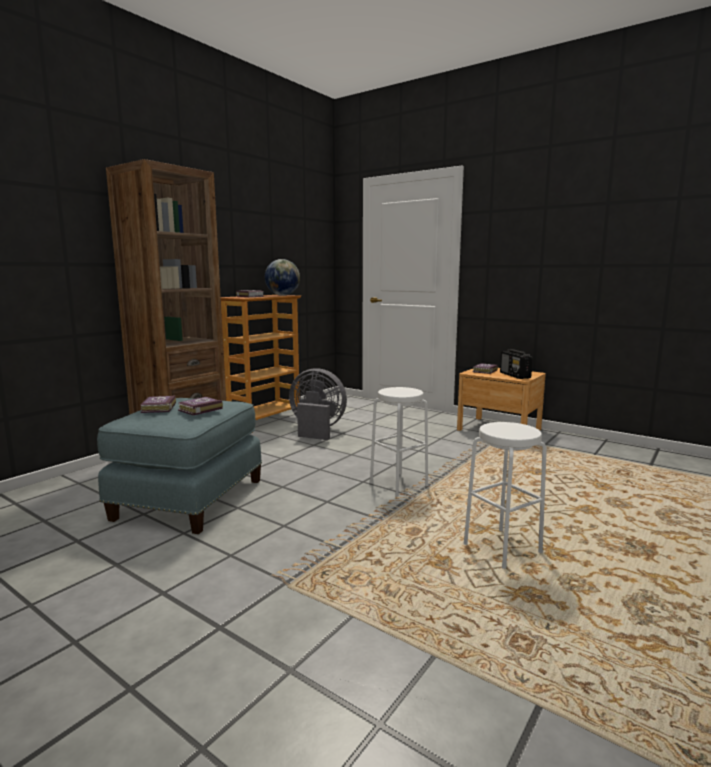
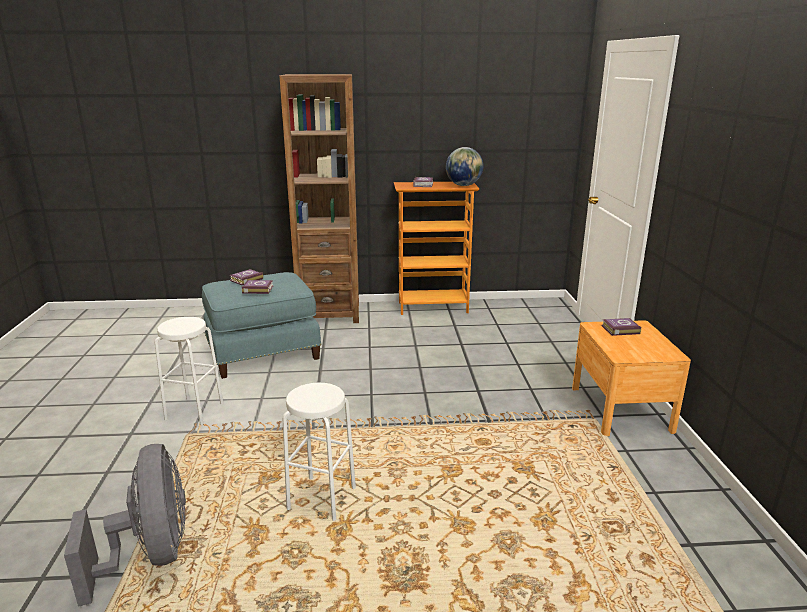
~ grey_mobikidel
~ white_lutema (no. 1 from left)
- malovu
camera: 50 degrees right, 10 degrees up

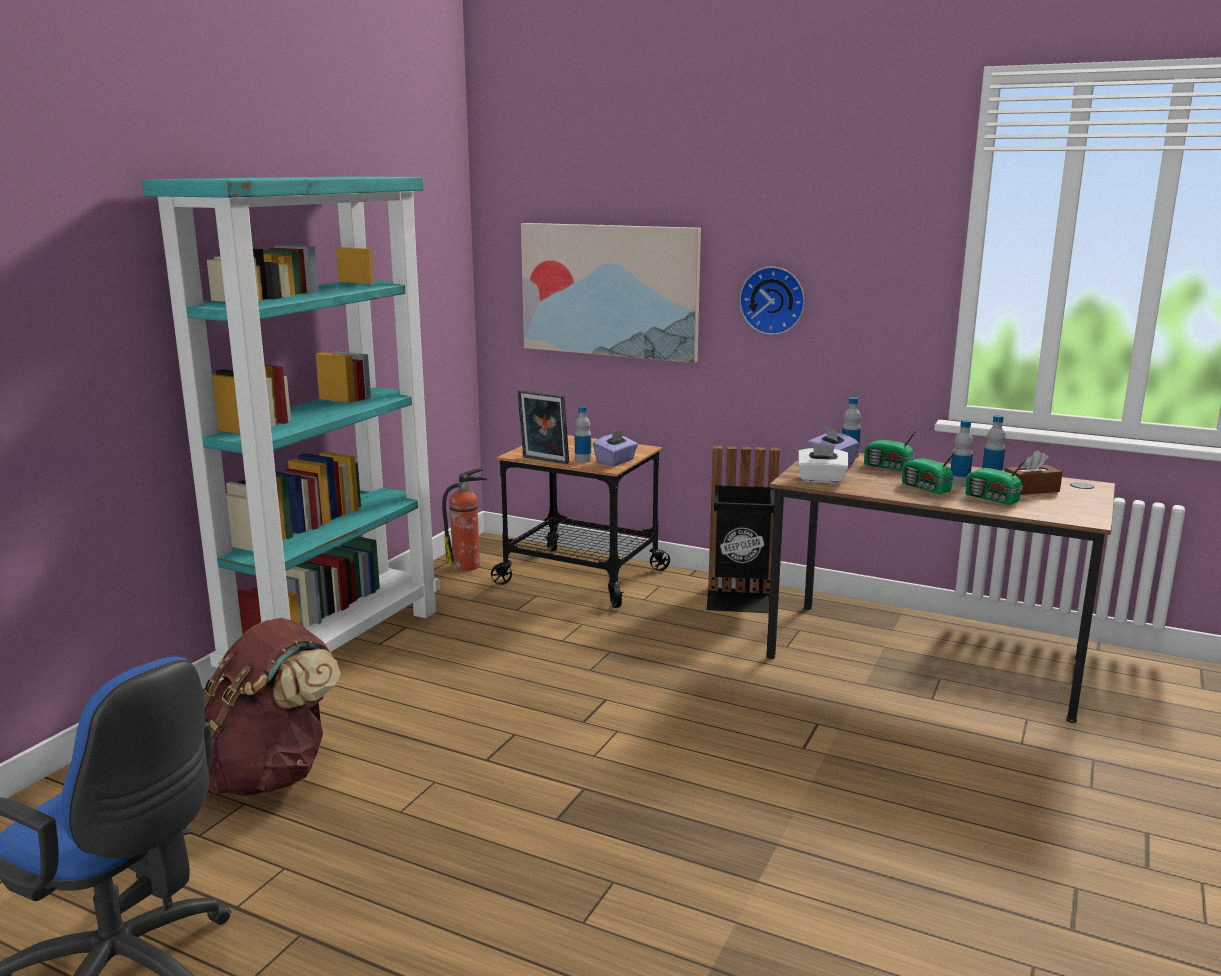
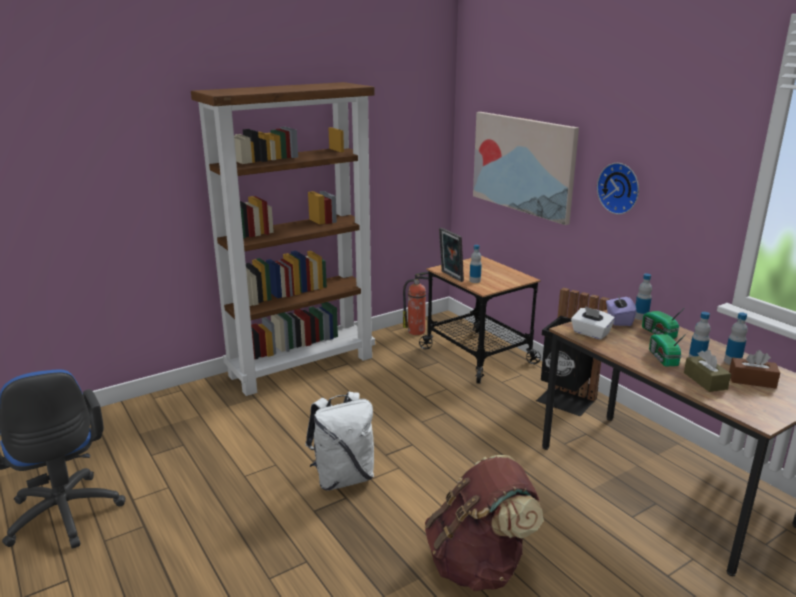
~ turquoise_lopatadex to brown_lopatadex
+ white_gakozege
~ brown_gakozege
~ malovu (no. 3 from left) to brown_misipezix (no. 1 from left)
- purple_misipezix (no. 1 from left)
camera: 30 degrees right, 5 degrees up

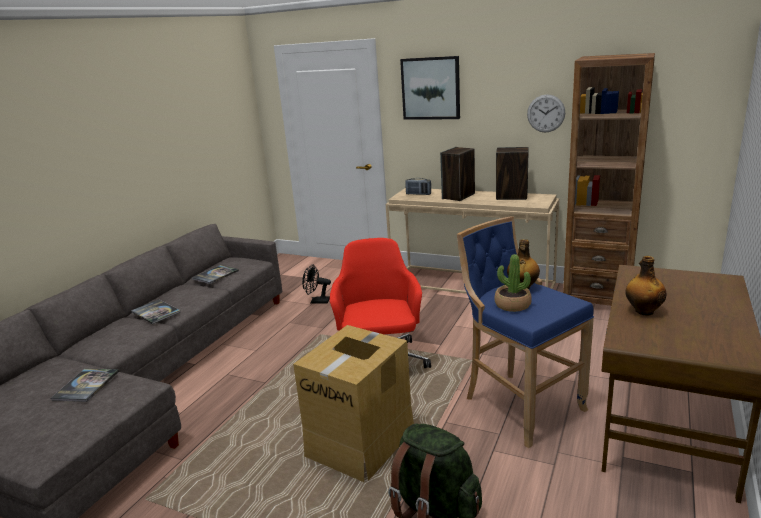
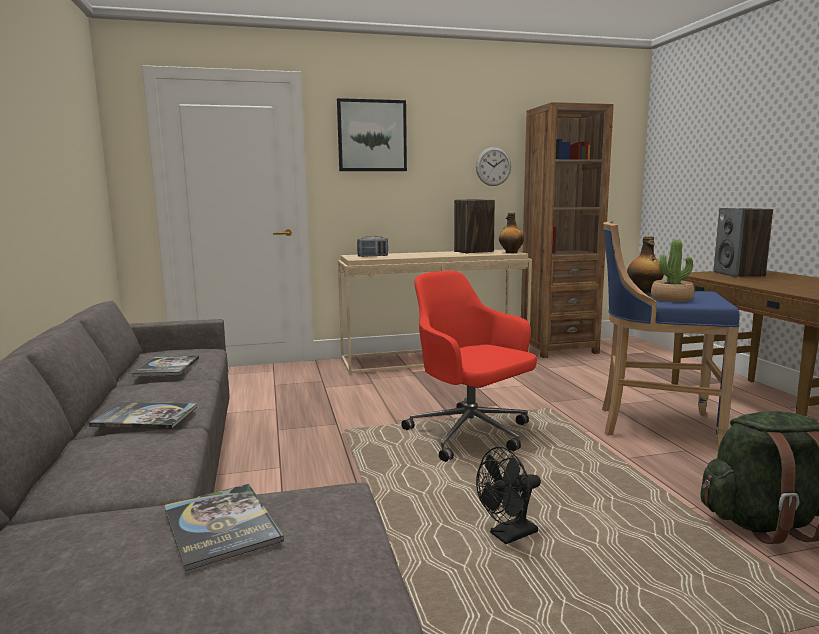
~ black_mobikidel
~ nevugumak (no. 2 from left in the first image) to nevugumak (no. 1 from left)
~ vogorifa (no. 1 from left in the first image) to vogorifa (no. 2 from left)
- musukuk
camera: 40 degrees left, 10 degrees down

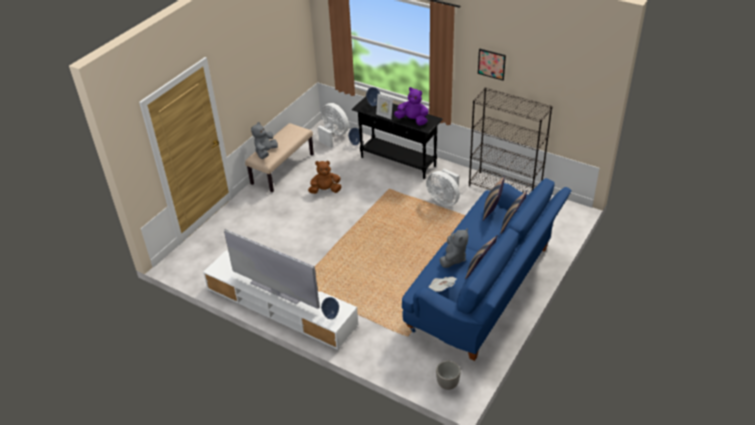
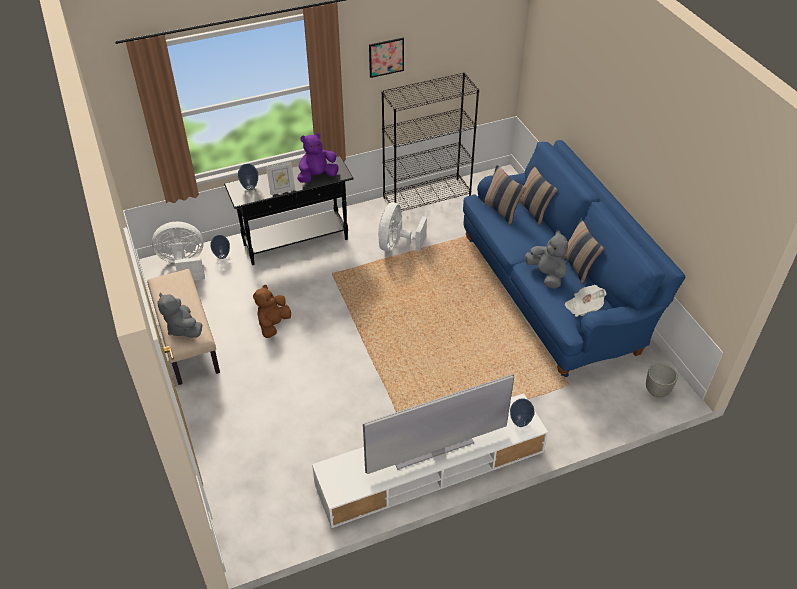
~ white_mobikidel (no. 2 from left) 120 degrees clockwise
camera: 55 degrees left, 5 degrees up

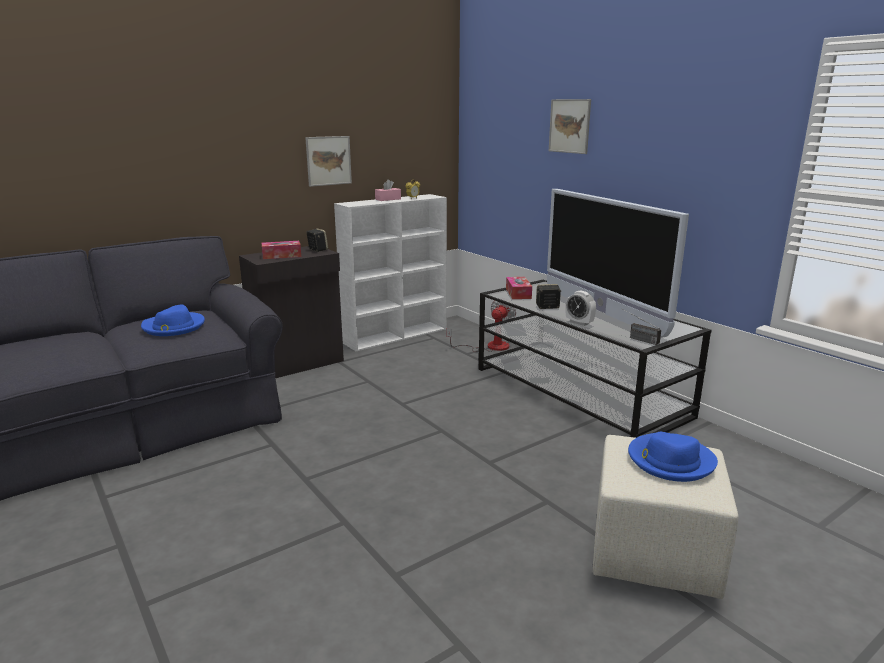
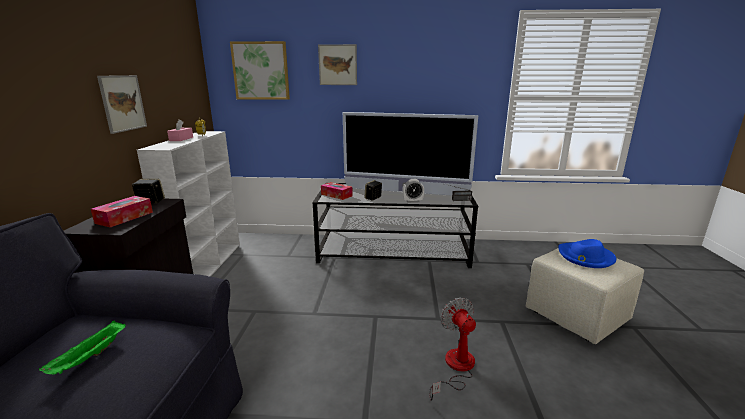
~ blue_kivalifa (no. 1 from left) to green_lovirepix
+ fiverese (no. 2 from left)
~ mobikidel
camera: 50 degrees left, 0 degrees up

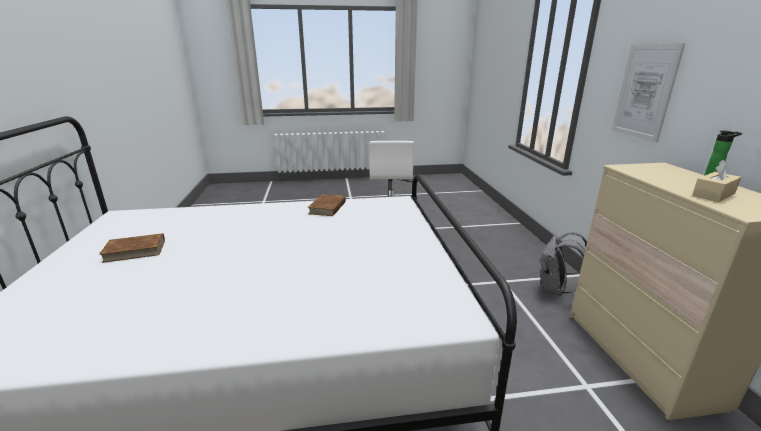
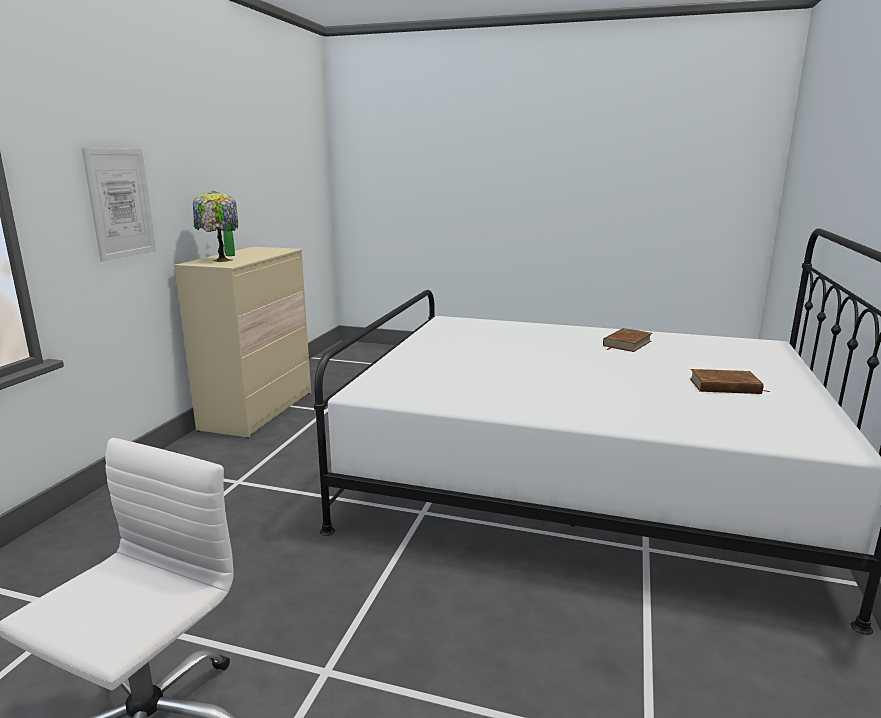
+ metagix
~ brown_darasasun (no. 2 from left in the first image) to brown_darasasun (no. 1 from left)
- grey_gakozege
- beige_misipezix
camera: 155 degrees left, 5 degrees down

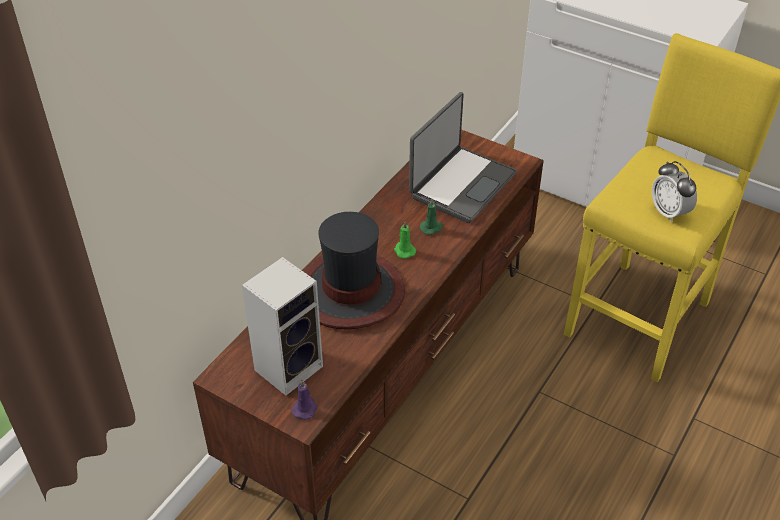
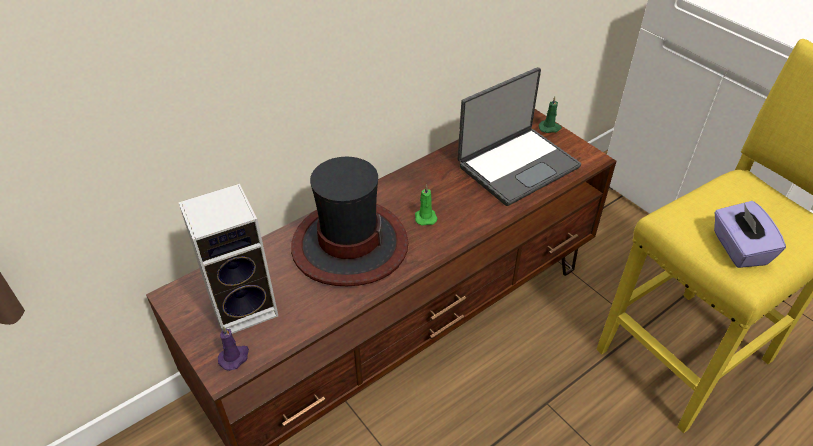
~ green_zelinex (no. 2 from left)
~ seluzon to purple_misipezix
camera: 20 degrees right, 0 degrees up

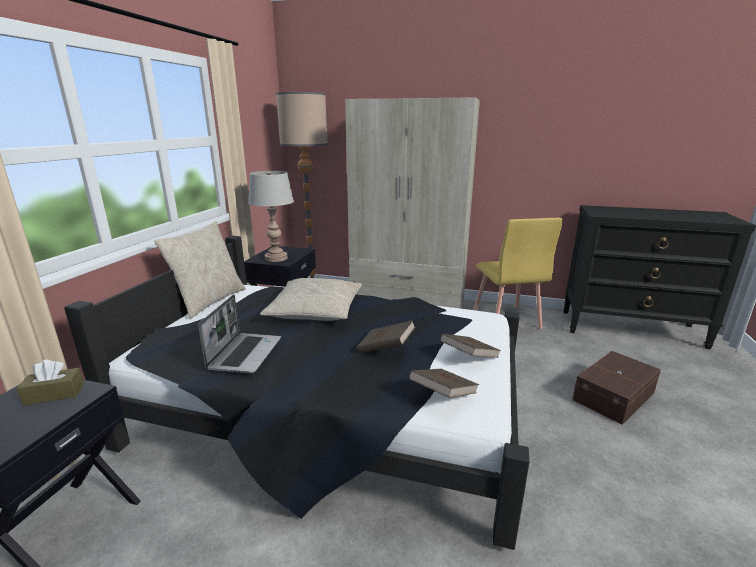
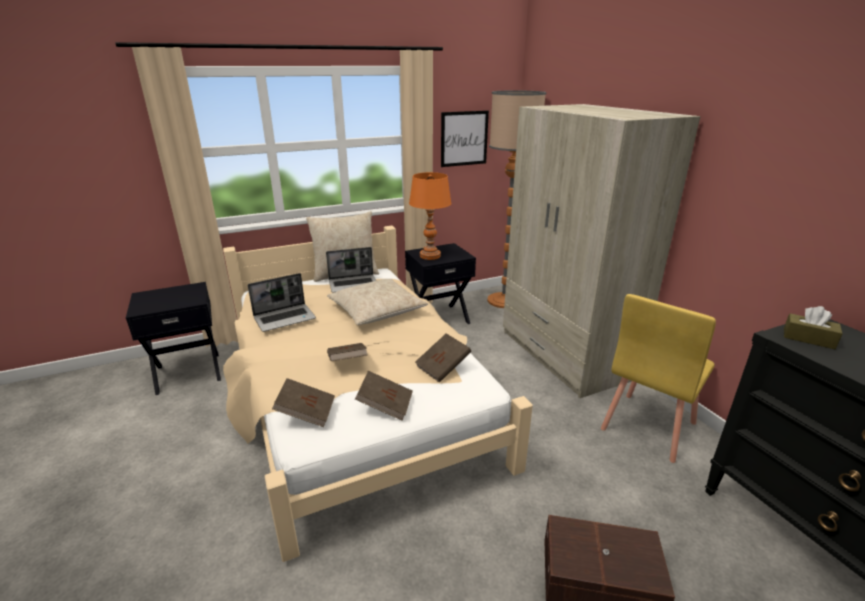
~ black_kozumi to beige_kozumi
+ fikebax (no. 2 from left)
~ grey_metagix to orange_metagix
+ brown_darasasun (no. 4 from left)
+ fiverese
~ brown_misipezix
camera: 50 degrees right, 5 degrees up

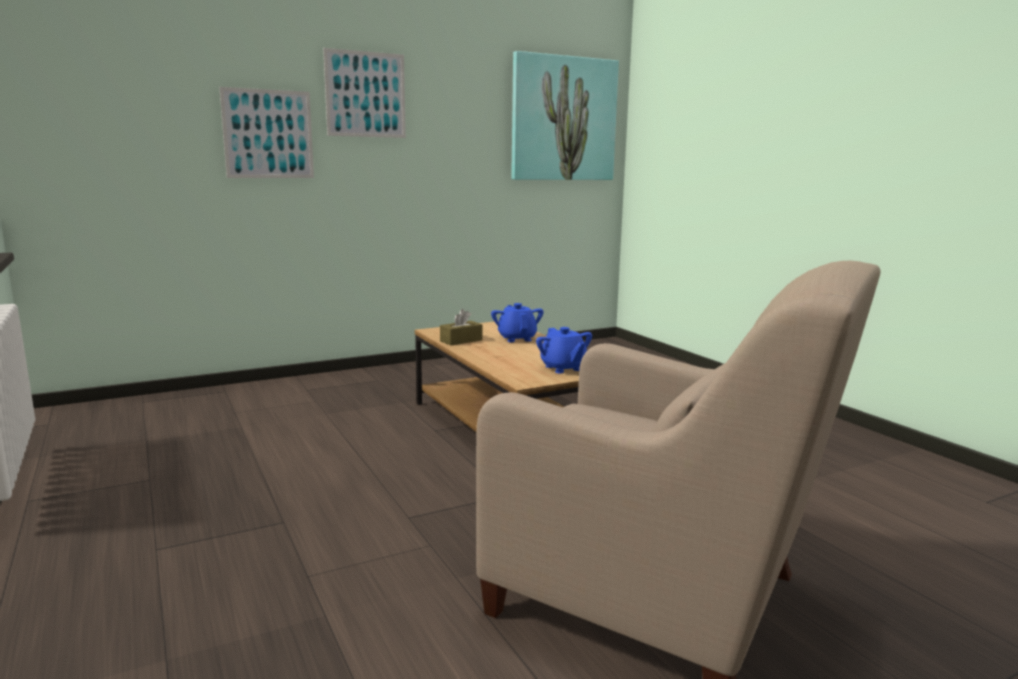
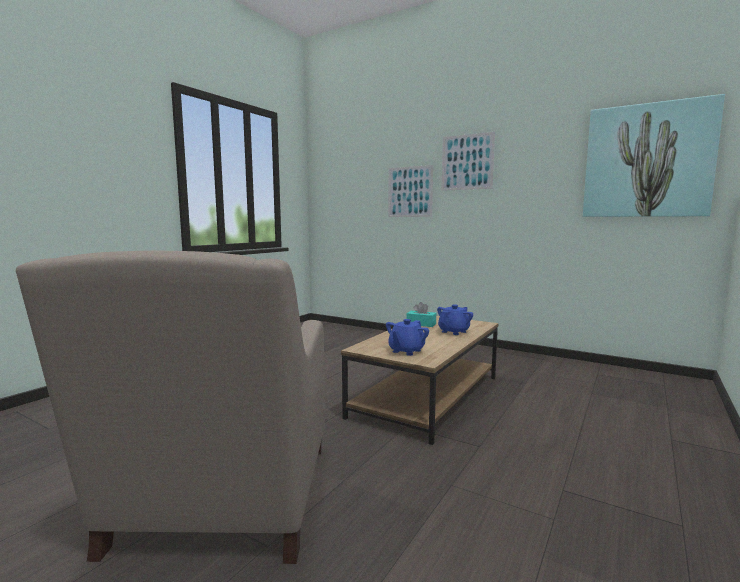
~ brown_misipezix to turquoise_misipezix
camera: 60 degrees right, 5 degrees down

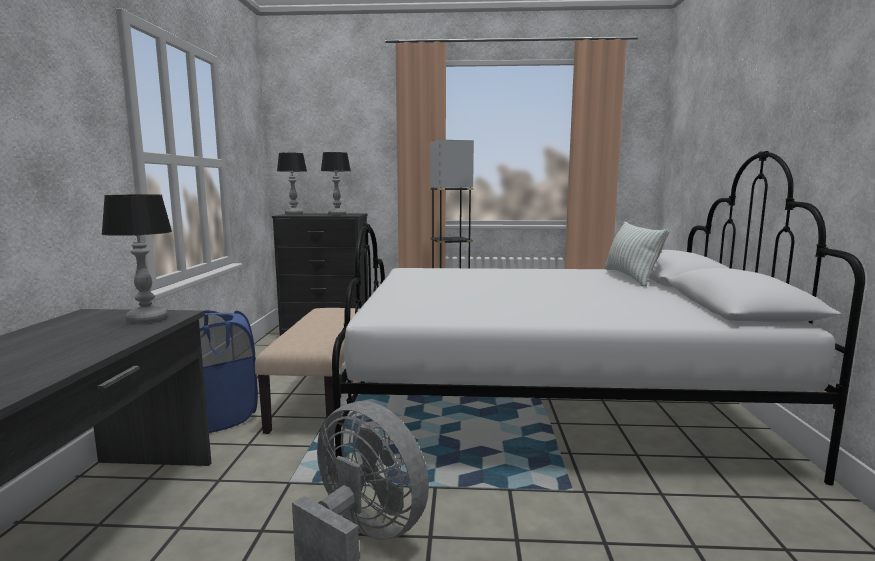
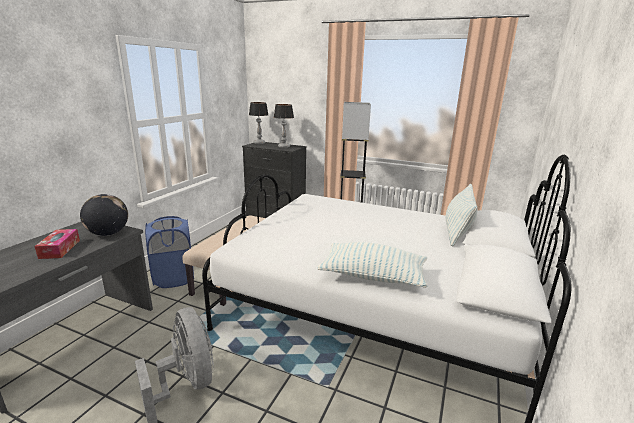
+ misipezix
~ metagix (no. 1 from left) to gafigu
+ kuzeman (no. 1 from left)
camera: 20 degrees right, 10 degrees up

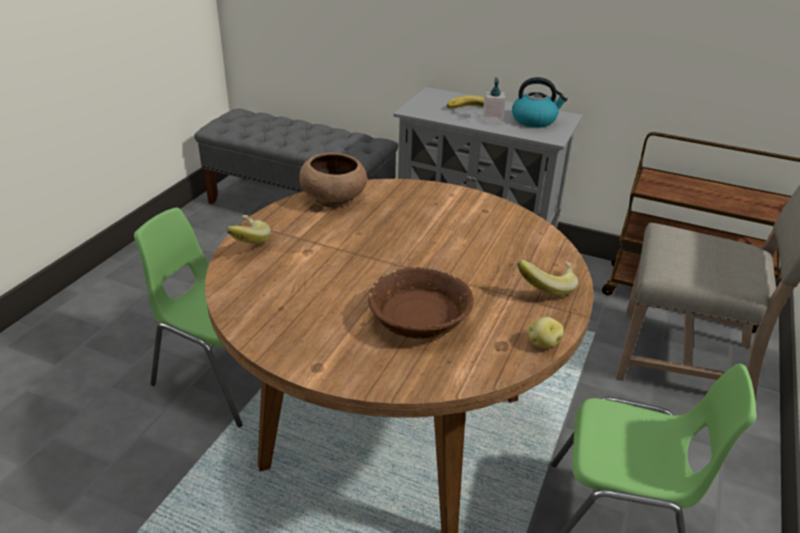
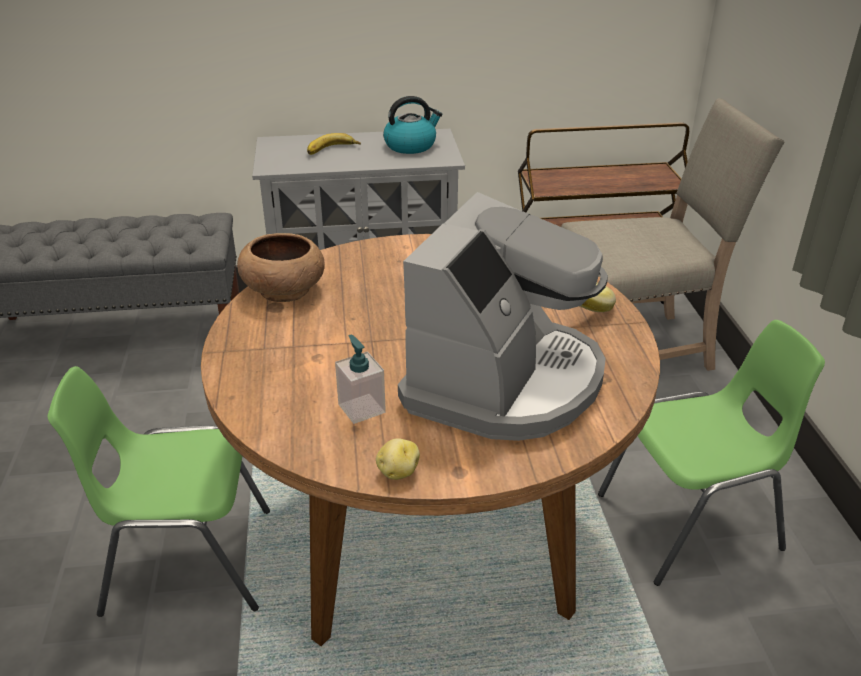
~ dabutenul
~ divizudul
~ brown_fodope (no. 2 from left) to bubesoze
- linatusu (no. 1 from left)
camera: 30 degrees left, 0 degrees up

